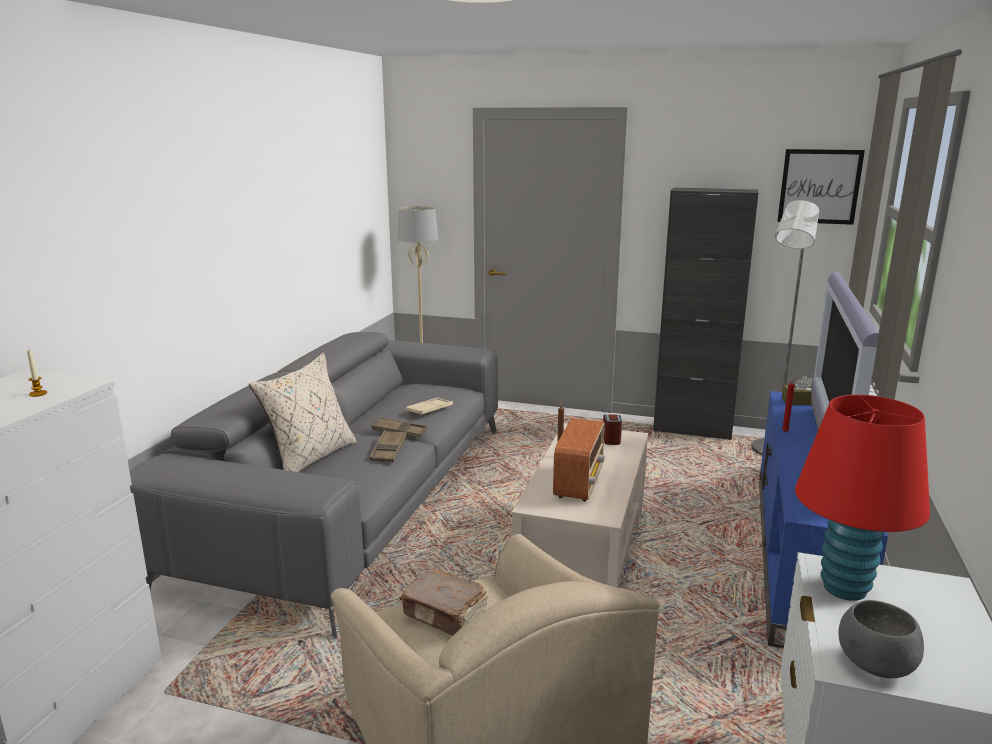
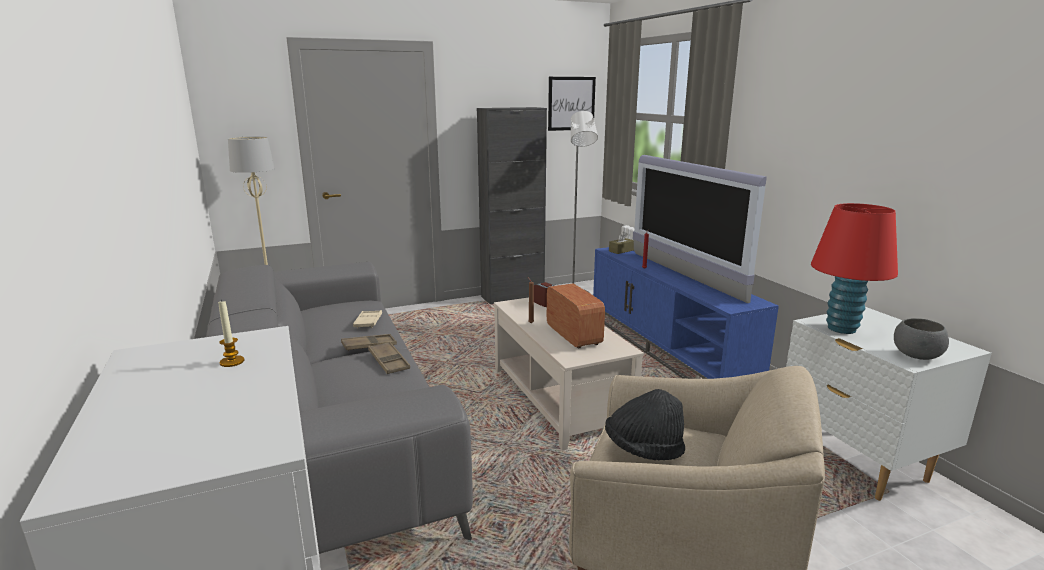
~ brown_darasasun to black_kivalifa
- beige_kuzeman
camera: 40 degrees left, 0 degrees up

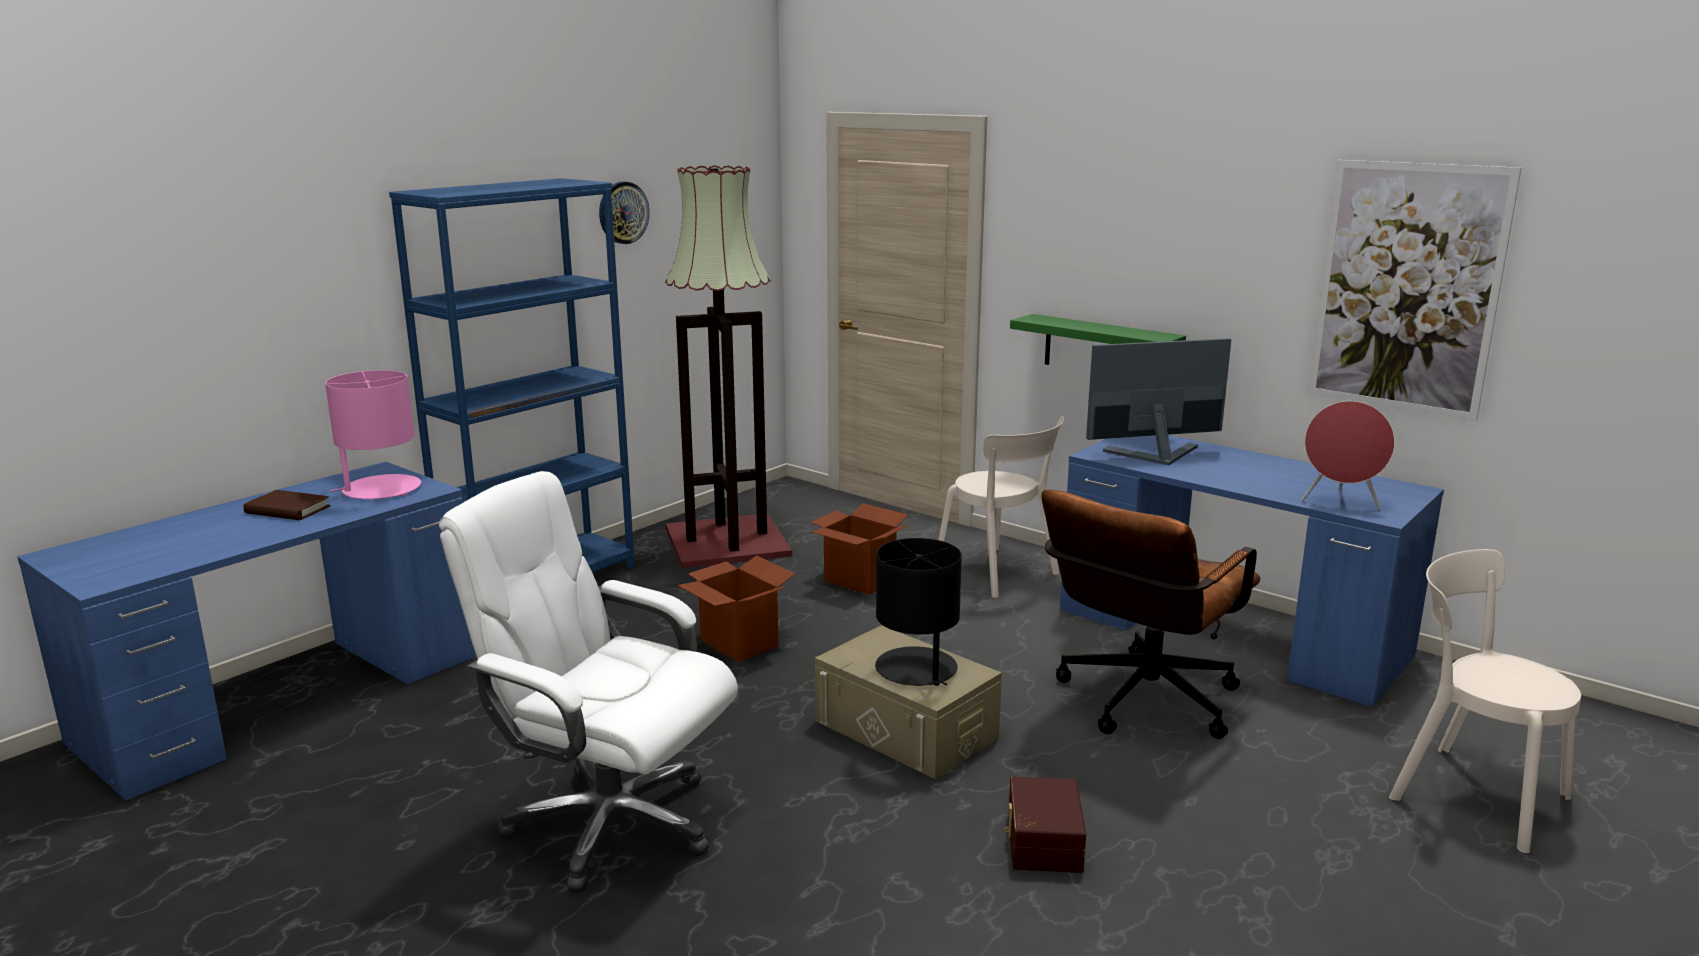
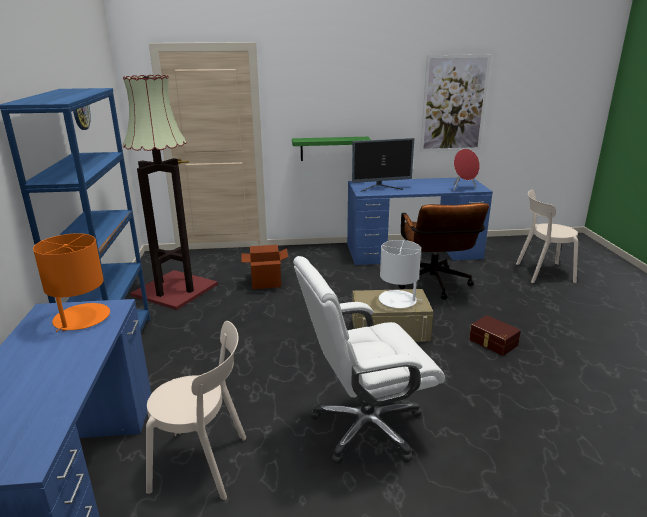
~ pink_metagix to orange_metagix
~ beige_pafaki (no. 1 from left)
~ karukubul 135 degrees counterclockwise
~ black_metagix to white_metagix
- brown_darasasun
- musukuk (no. 1 from left)
camera: 45 degrees left, 5 degrees up

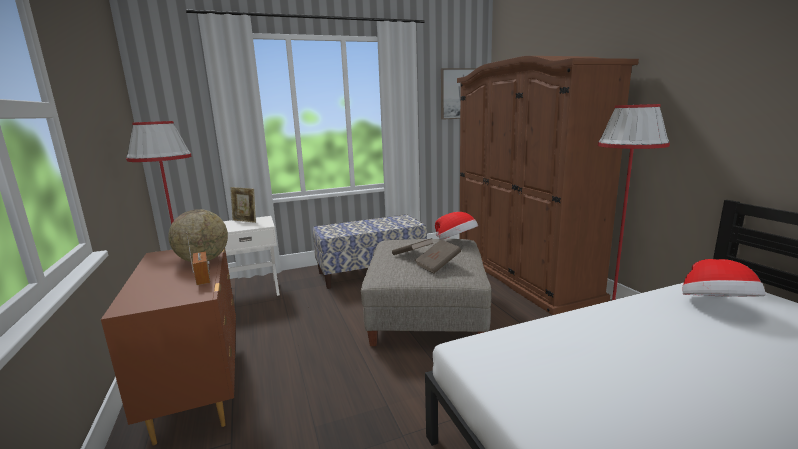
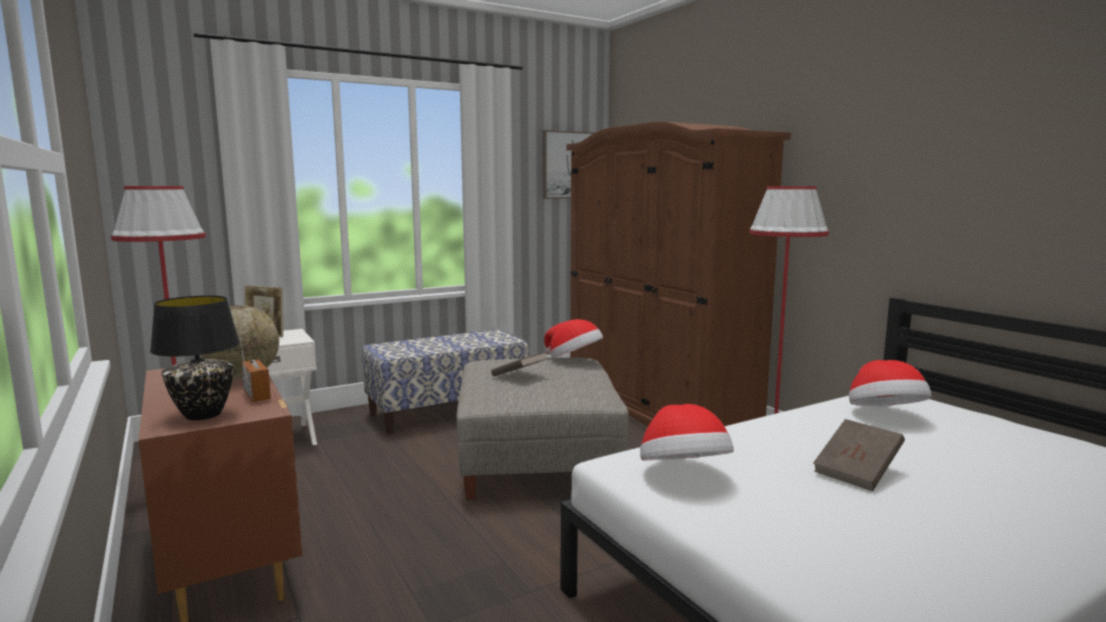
+ black_metagix
+ kivalifa (no. 2 from left)
~ brown_darasasun (no. 2 from left)
camera: 10 degrees left, 5 degrees down

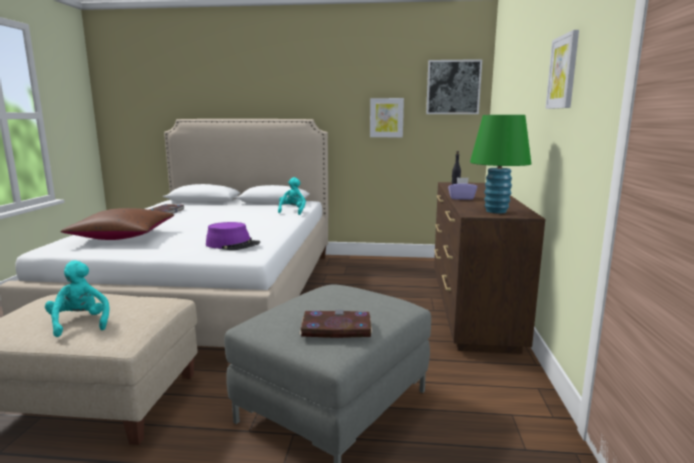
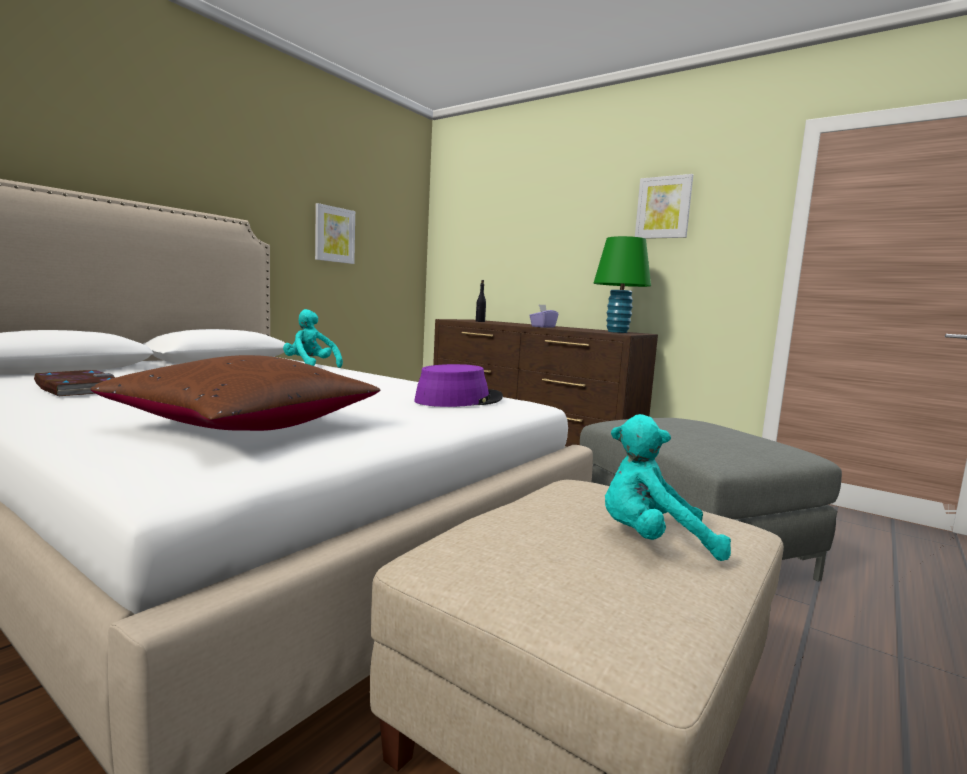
- darasasun (no. 2 from left)
- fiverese (no. 2 from left)
camera: 60 degrees left, 5 degrees down

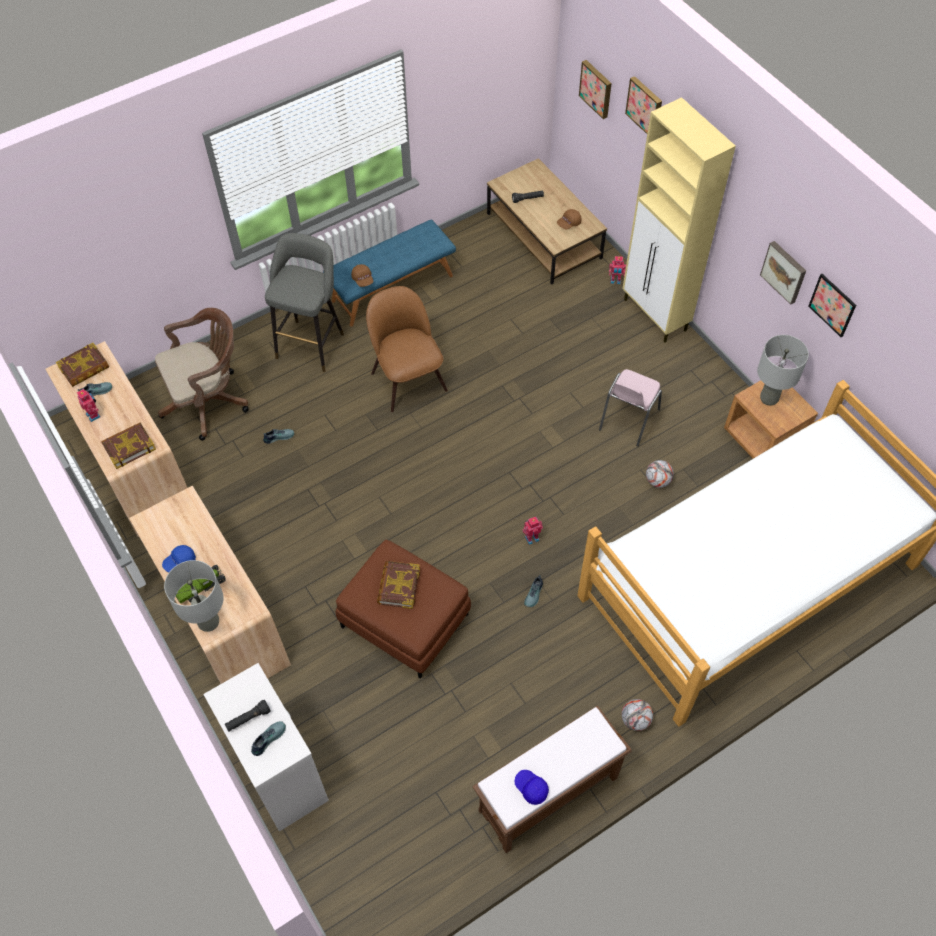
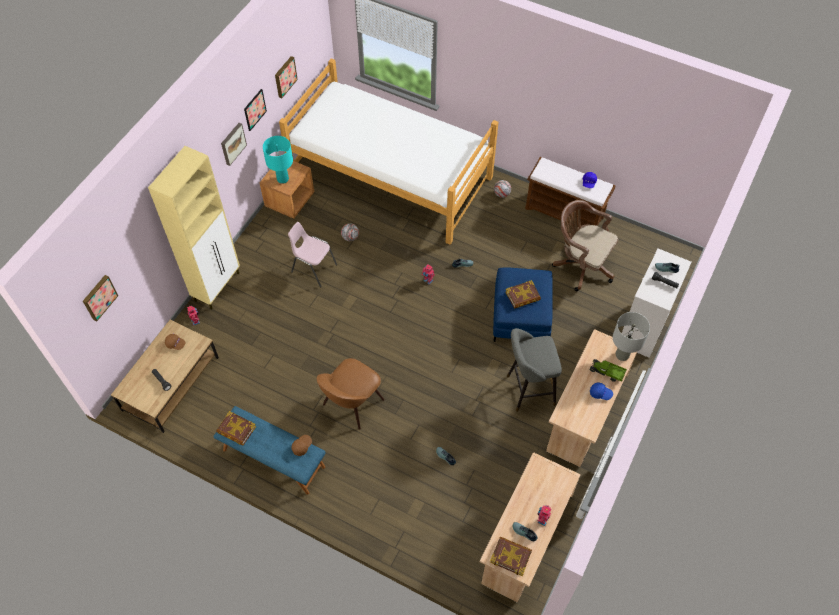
~ darasasun (no. 2 from left in the first image) to darasasun (no. 1 from left)
~ grey_metagix (no. 2 from left) to turquoise_metagix
~ fiverese (no. 2 from left in the first image) to fiverese (no. 4 from left)
~ pink_pafaki 150 degrees counterclockwise
~ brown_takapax to blue_takapax
~ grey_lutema
~ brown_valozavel
camera: 120 degrees left, 0 degrees up

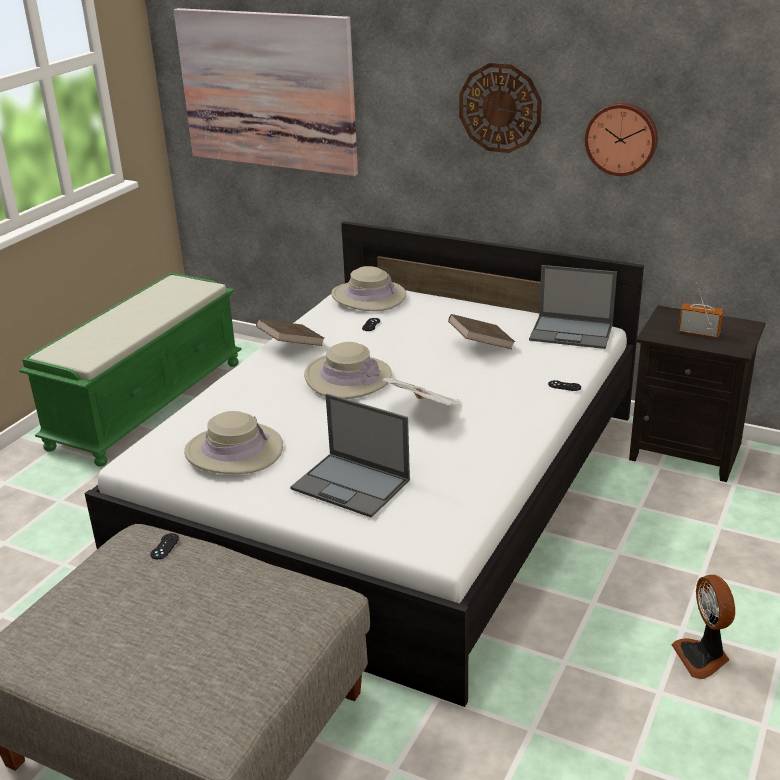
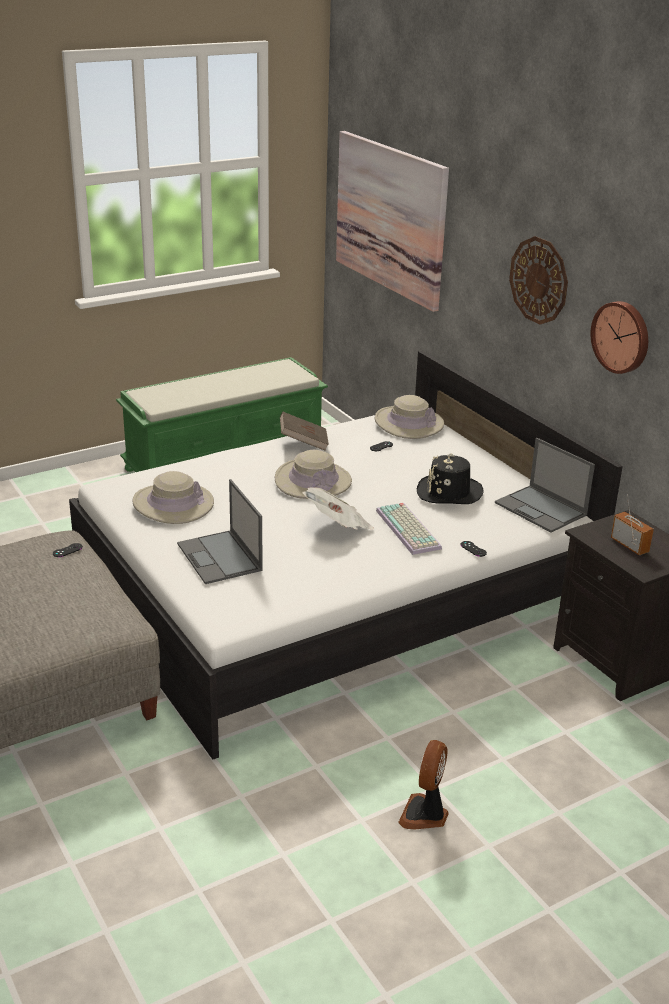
+ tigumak
~ brown_darasasun (no. 2 from left) to black_kivalifa
camera: 30 degrees right, 0 degrees up

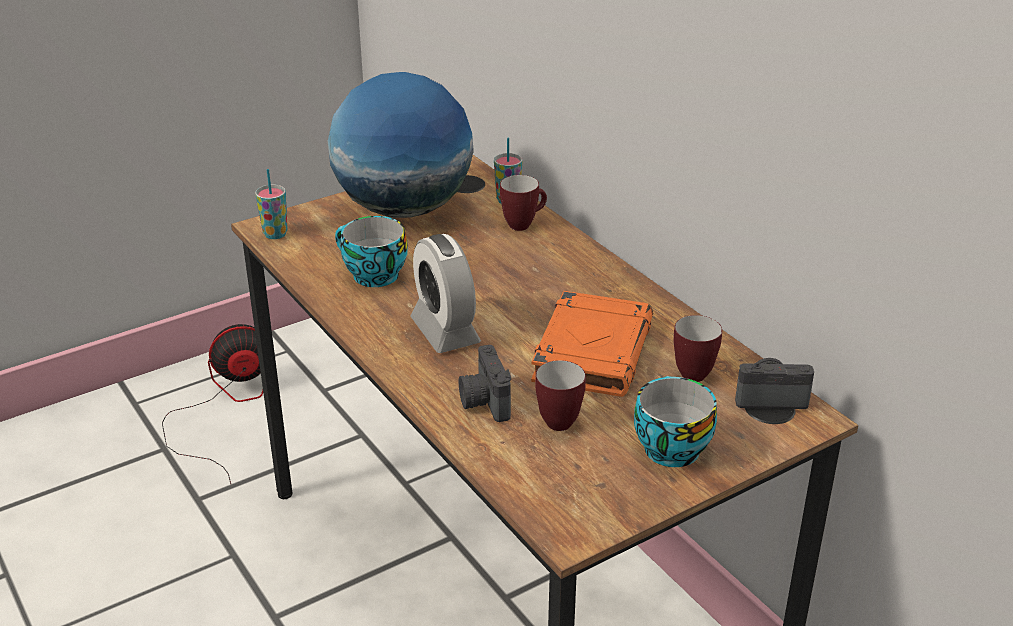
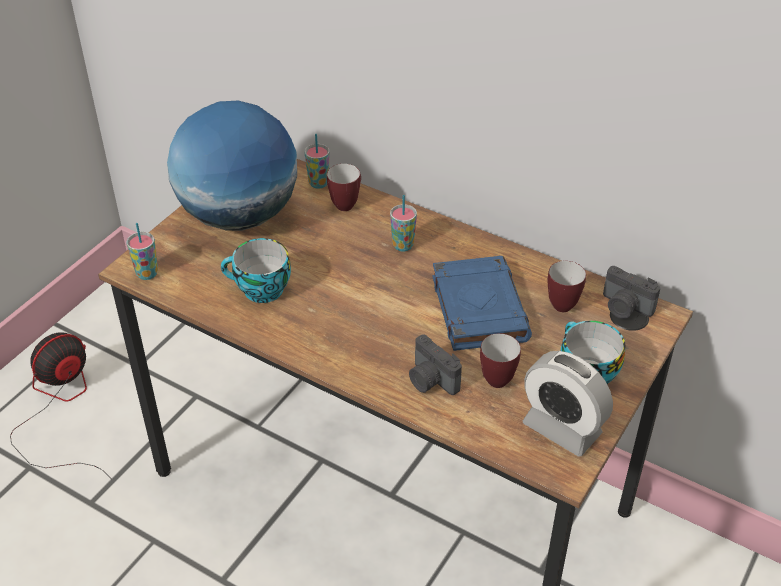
+ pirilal (no. 4 from left)
~ orange_darasasun to blue_darasasun
~ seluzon
~ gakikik (no. 2 from left) 120 degrees counterclockwise
camera: 25 degrees left, 10 degrees up

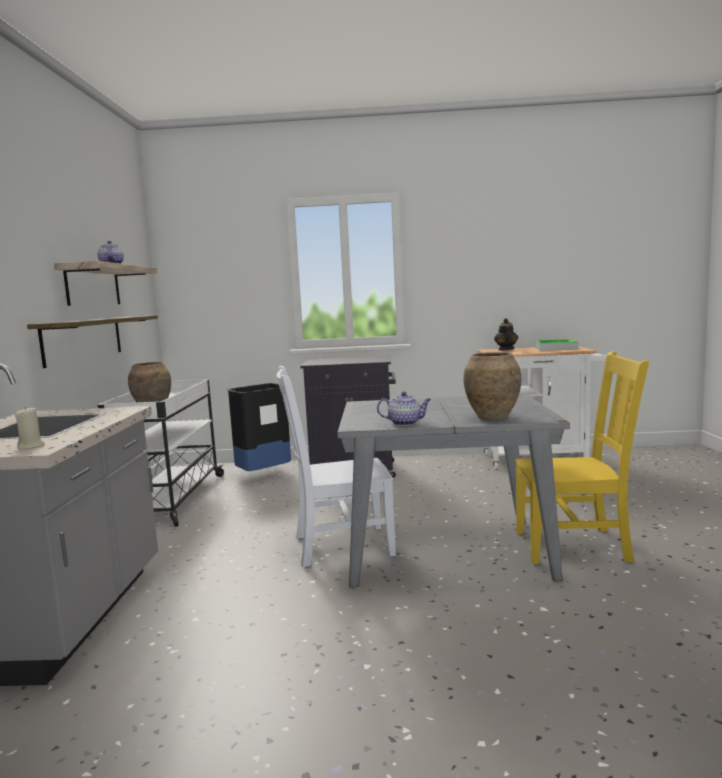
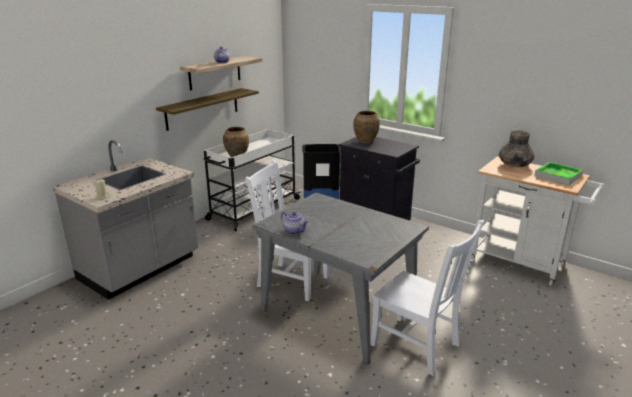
~ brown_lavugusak (no. 2 from left)
~ yellow_pafaki to white_pafaki (no. 2 from left)
~ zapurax (no. 3 from left) to grey_lavugusak
camera: 35 degrees right, 15 degrees up

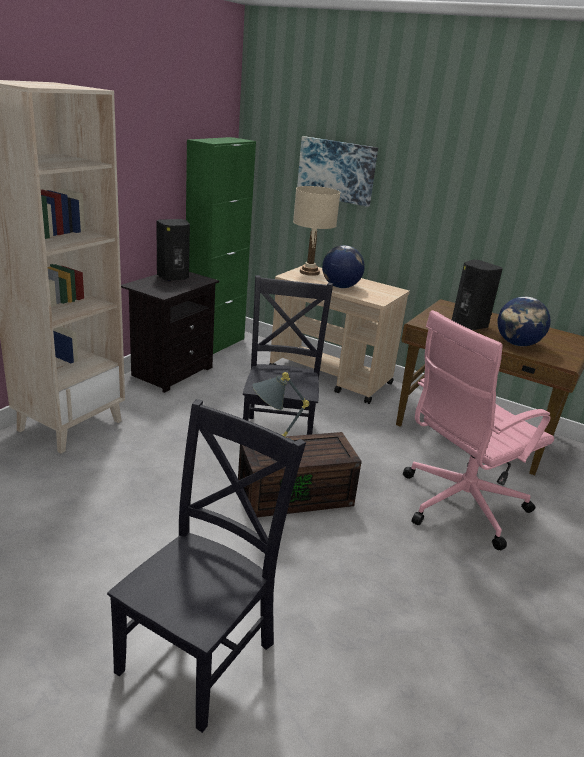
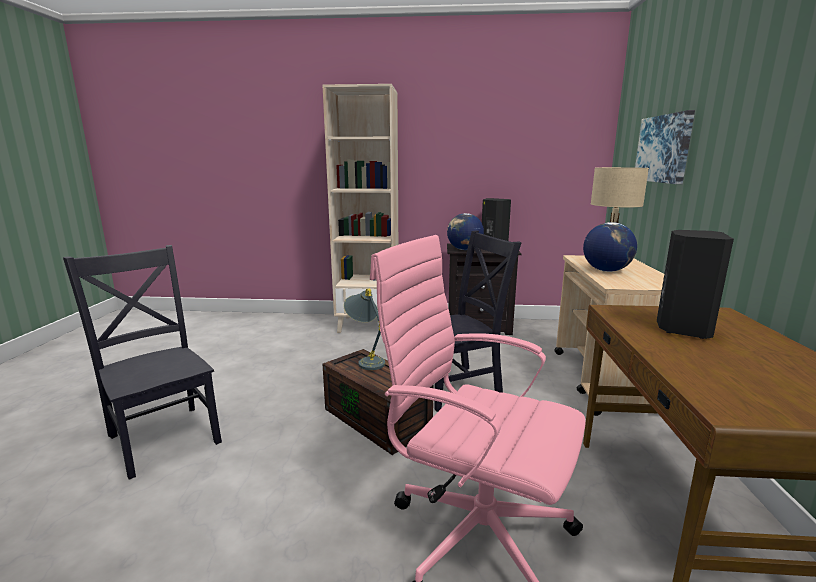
~ black_pafaki (no. 1 from left) 135 degrees counterclockwise
~ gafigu (no. 2 from left in the first image) to gafigu (no. 1 from left)
- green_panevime
camera: 65 degrees right, 10 degrees down

